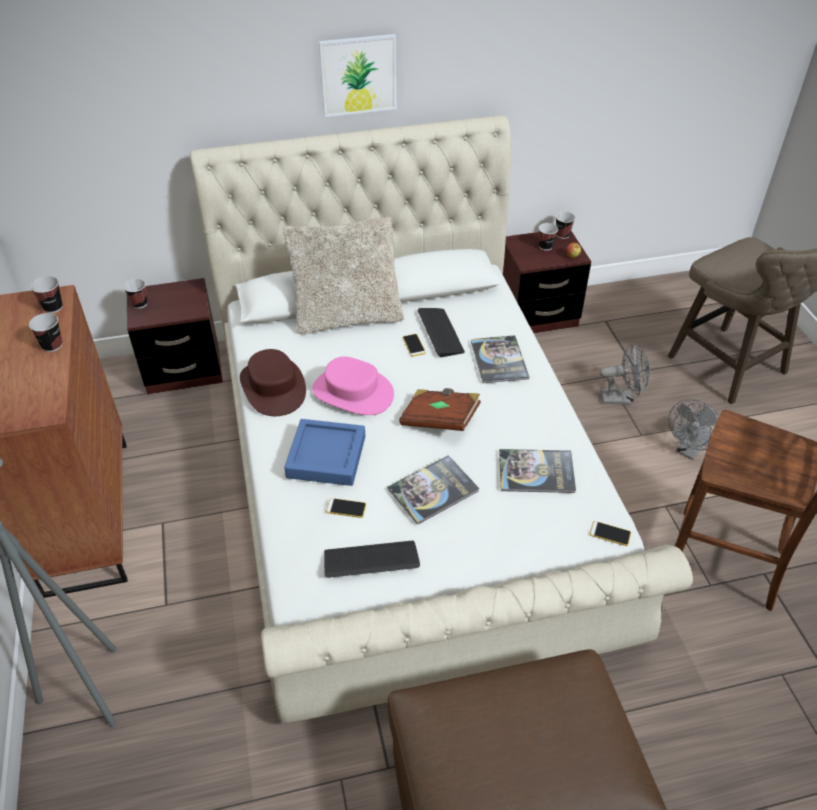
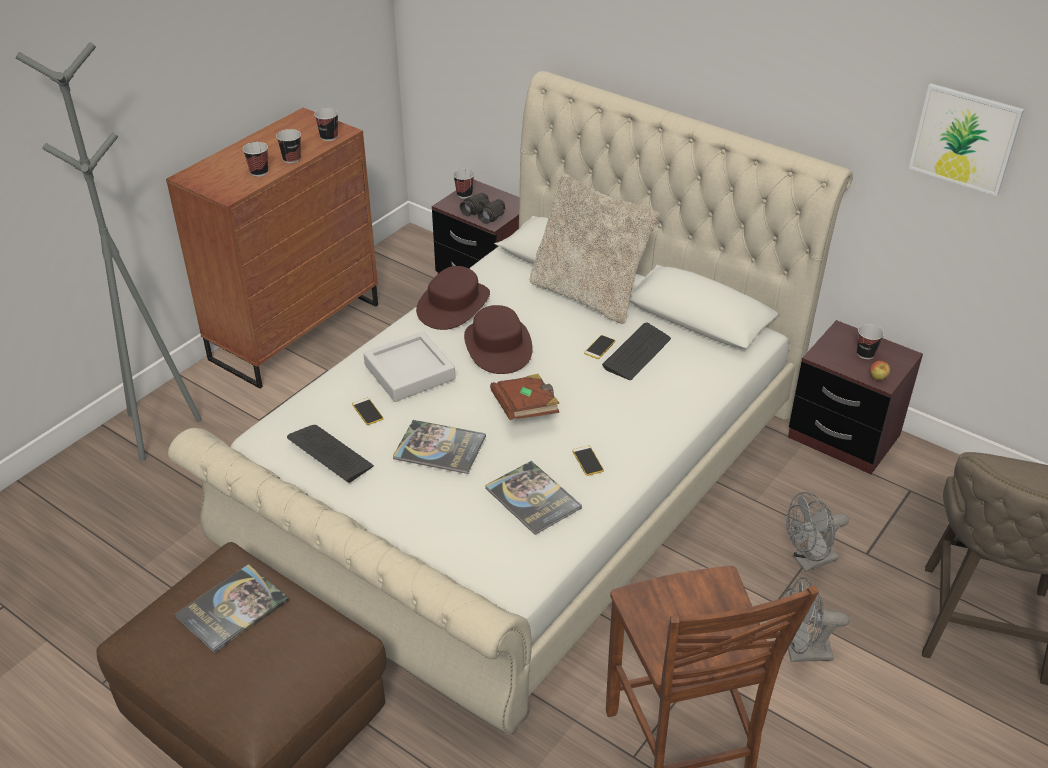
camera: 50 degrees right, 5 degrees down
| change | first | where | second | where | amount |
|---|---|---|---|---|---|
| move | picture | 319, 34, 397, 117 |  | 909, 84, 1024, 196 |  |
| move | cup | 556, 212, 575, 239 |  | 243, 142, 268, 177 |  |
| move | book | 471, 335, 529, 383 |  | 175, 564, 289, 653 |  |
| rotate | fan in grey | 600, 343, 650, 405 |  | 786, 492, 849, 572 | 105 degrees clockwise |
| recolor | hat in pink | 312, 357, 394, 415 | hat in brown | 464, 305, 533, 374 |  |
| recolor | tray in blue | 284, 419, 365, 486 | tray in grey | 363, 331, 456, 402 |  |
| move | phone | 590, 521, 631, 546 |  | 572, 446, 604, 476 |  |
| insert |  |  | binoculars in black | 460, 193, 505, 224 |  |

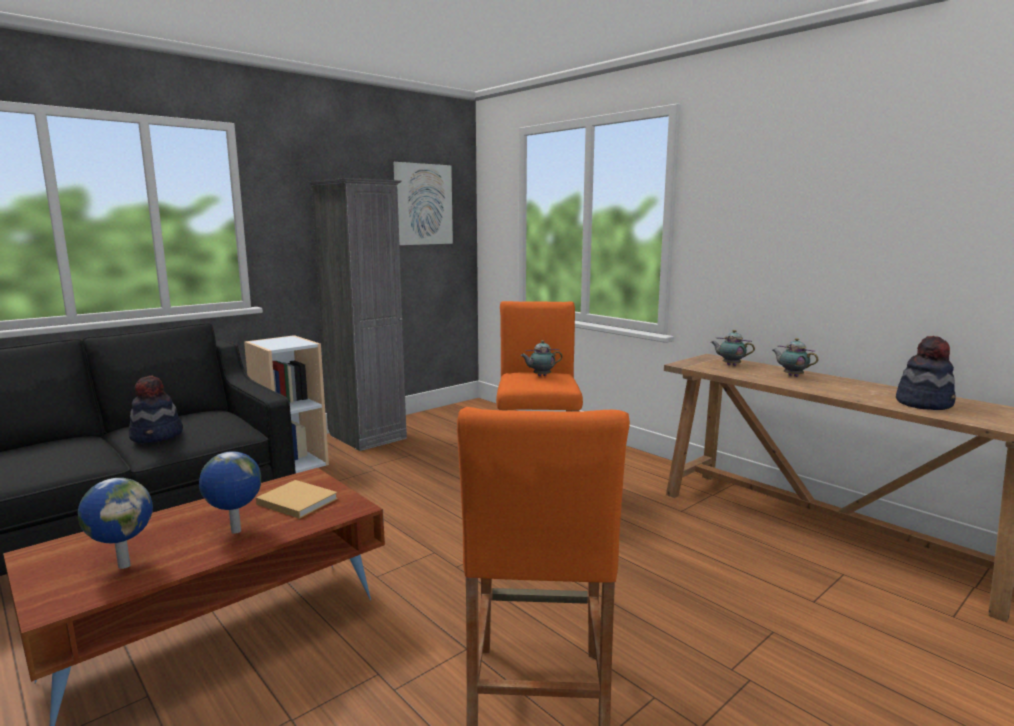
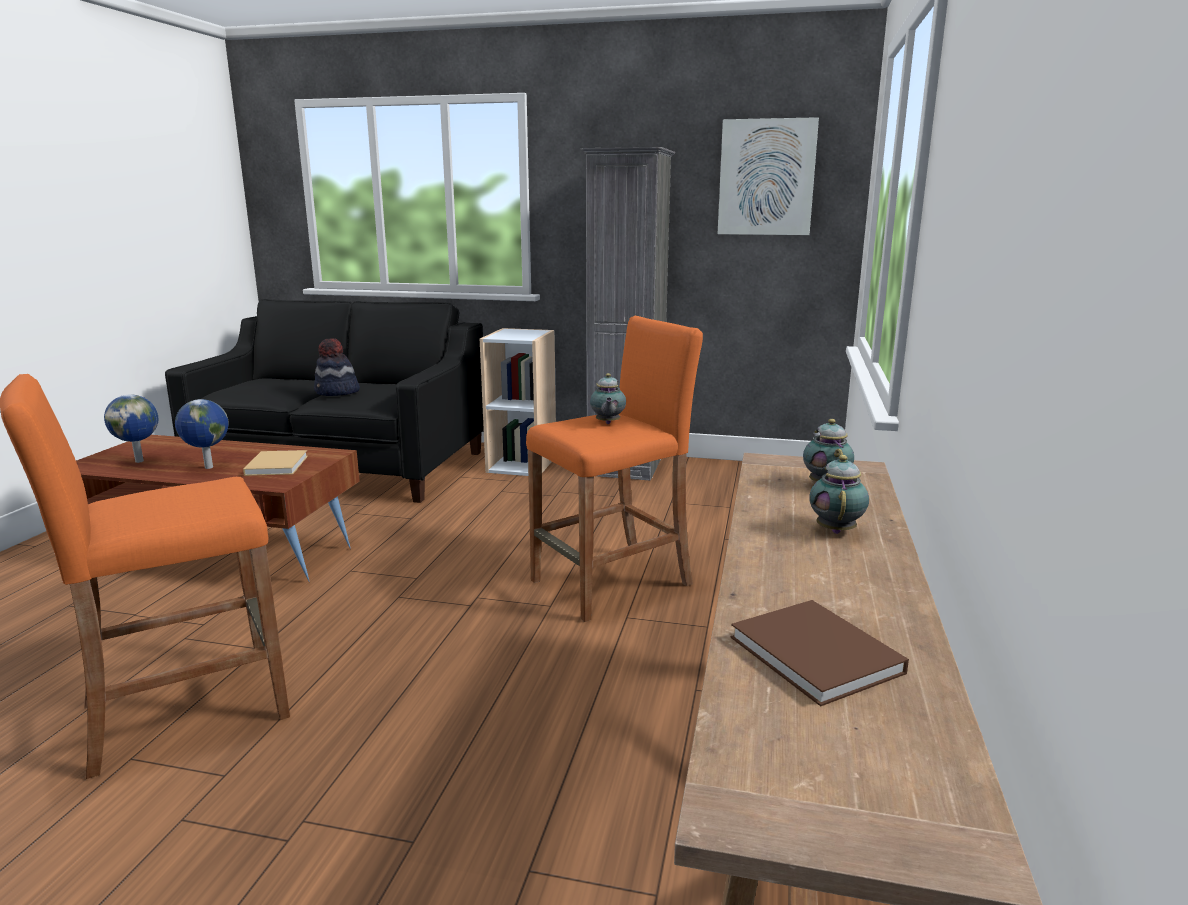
camera: 55 degrees right, 5 degrees up
| change | first | where | second | where | amount |
|---|---|---|---|---|---|
| replace | hat | 896, 336, 956, 410 | book in brown | 731, 600, 909, 707 |  |
| rotate | teapot | 520, 340, 563, 376 |  | 590, 373, 626, 424 | 135 degrees counterclockwise |

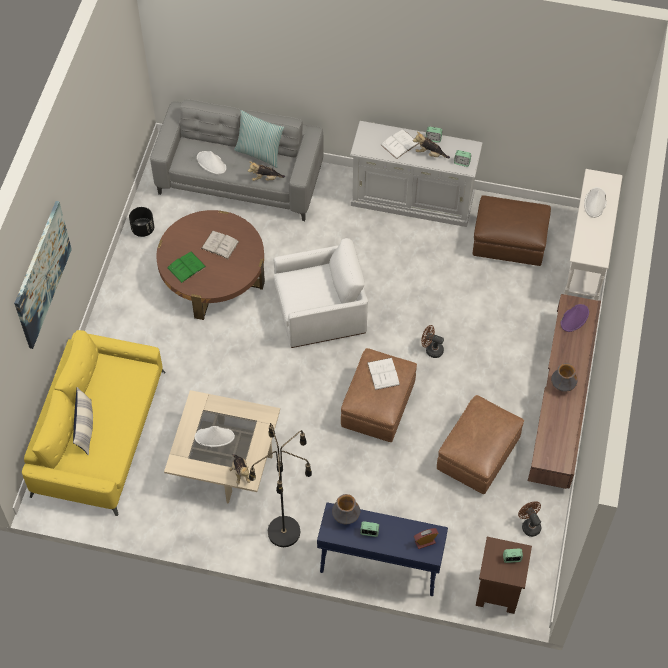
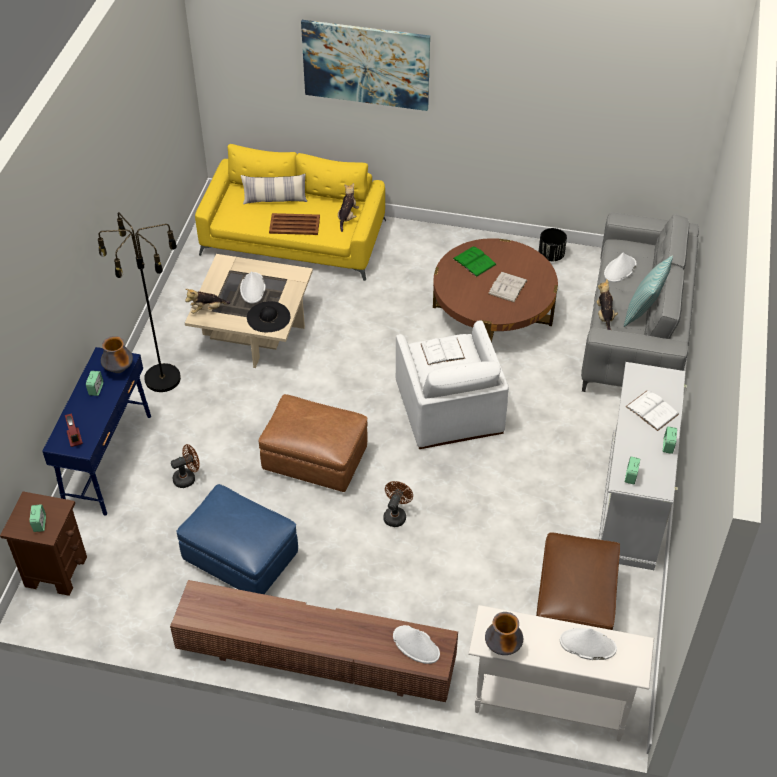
camera: 90 degrees right, 10 degrees down
| change | first | where | second | where | amount |
|---|---|---|---|---|---|
| move | plush toy | 413, 132, 450, 158 |  | 338, 183, 359, 232 |  |
| recolor | hat in purple | 561, 304, 589, 332 | hat in white | 393, 625, 440, 664 |  |
| move | book in white | 367, 358, 400, 390 |  | 421, 337, 465, 365 |  |
| move | vase | 551, 363, 577, 392 |  | 485, 612, 523, 655 |  |
| recolor | ottoman in brown | 437, 395, 524, 494 | ottoman in blue | 177, 484, 298, 594 |  |
| move | fan in brown | 518, 501, 541, 537 |  | 171, 444, 200, 488 |  |
| insert |  |  | tray in brown | 269, 213, 320, 235 |  |
| insert |  |  | hat in black | 247, 301, 290, 332 |  |

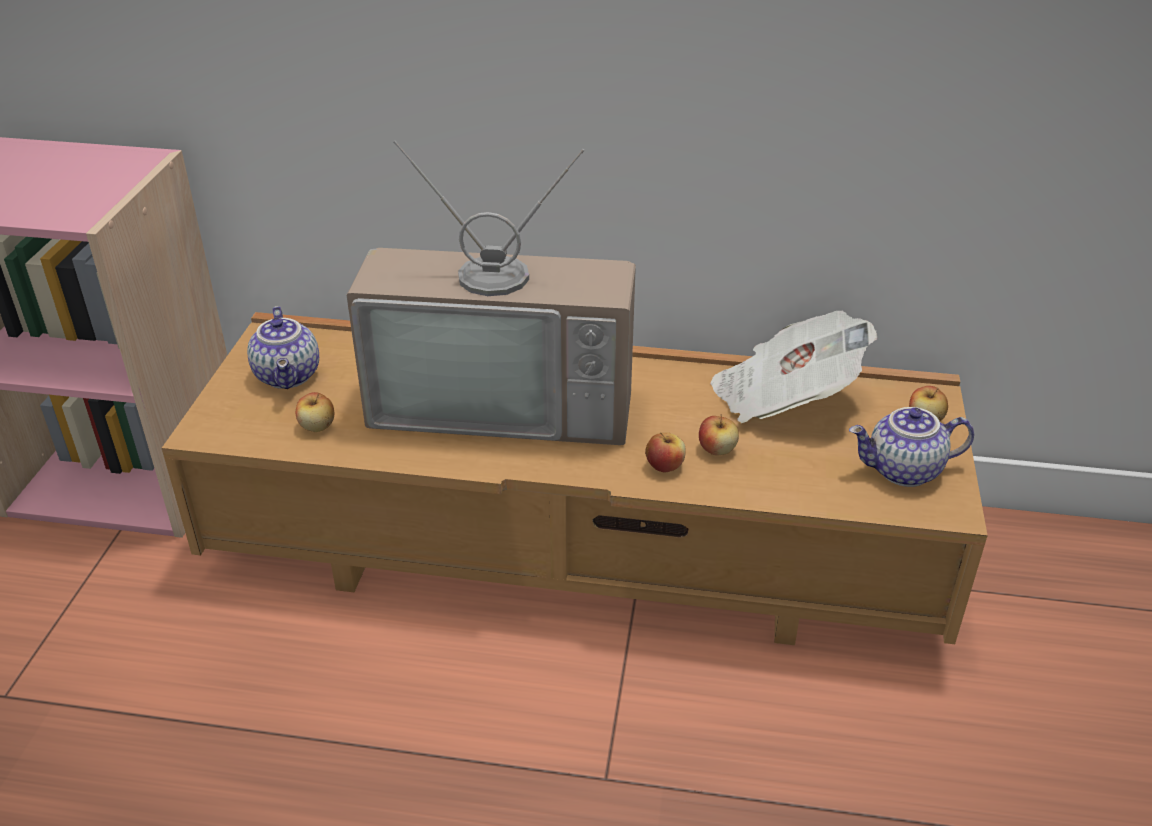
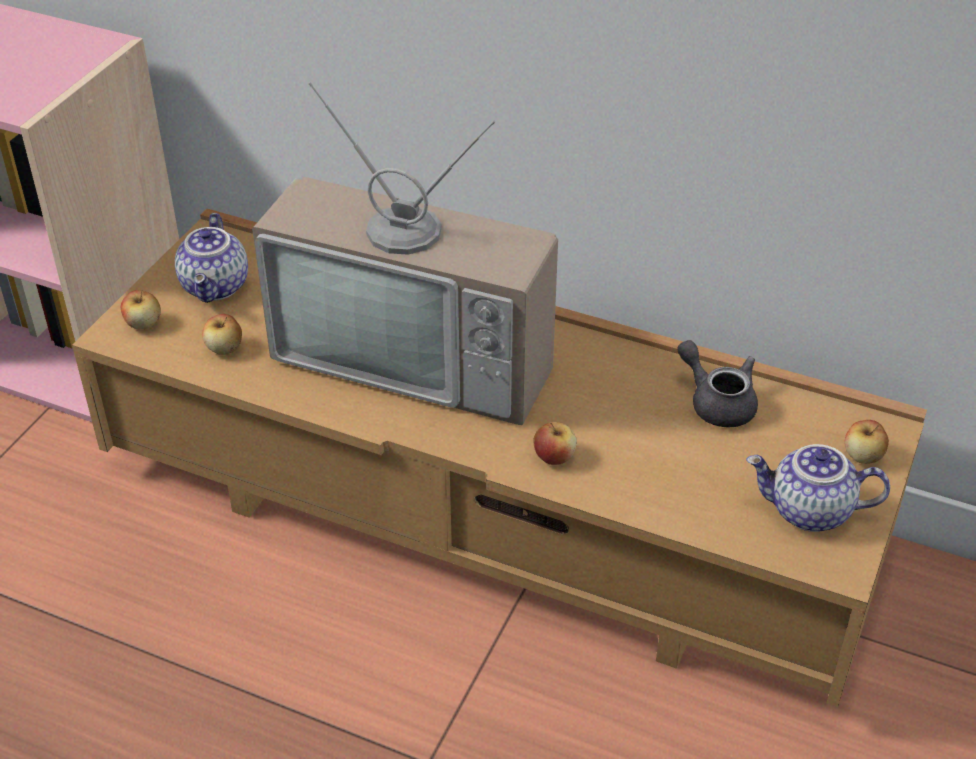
camera: 15 degrees right, 5 degrees up
| change | first | where | second | where | amount |
|---|---|---|---|---|---|
| replace | newspaper | 710, 310, 877, 423 | teapot in grey | 677, 340, 758, 427 |  |
| move | apple | 699, 415, 739, 455 |  | 121, 290, 161, 329 |  |

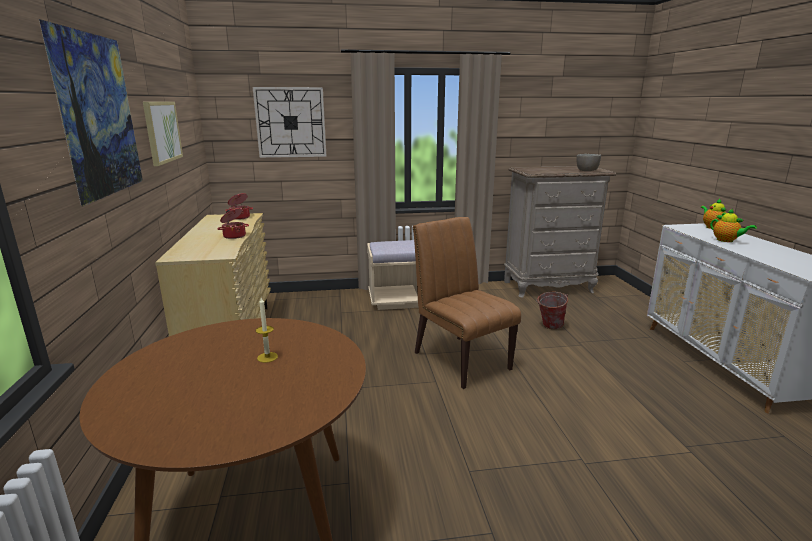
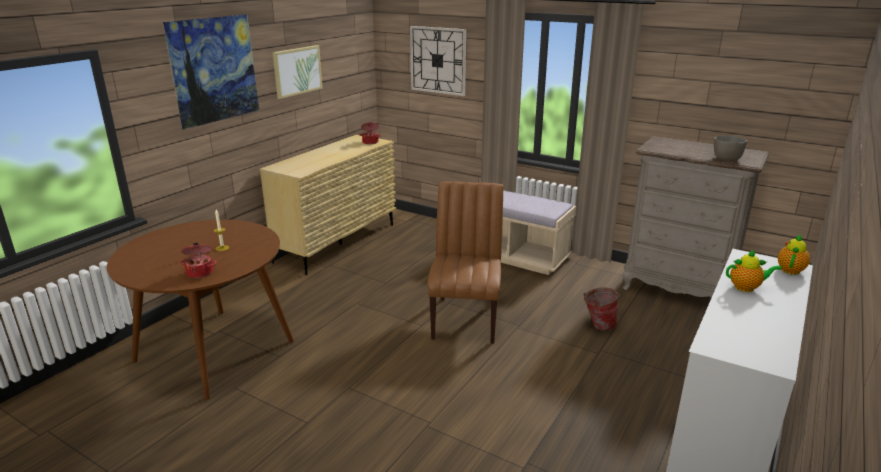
camera: 40 degrees right, 5 degrees up
| change | first | where | second | where | amount |
|---|---|---|---|---|---|
| move | cooking pot | 217, 208, 249, 239 |  | 180, 242, 217, 278 |  |
| rotate | teapot | 710, 209, 757, 242 |  | 726, 250, 782, 292 | 90 degrees counterclockwise |

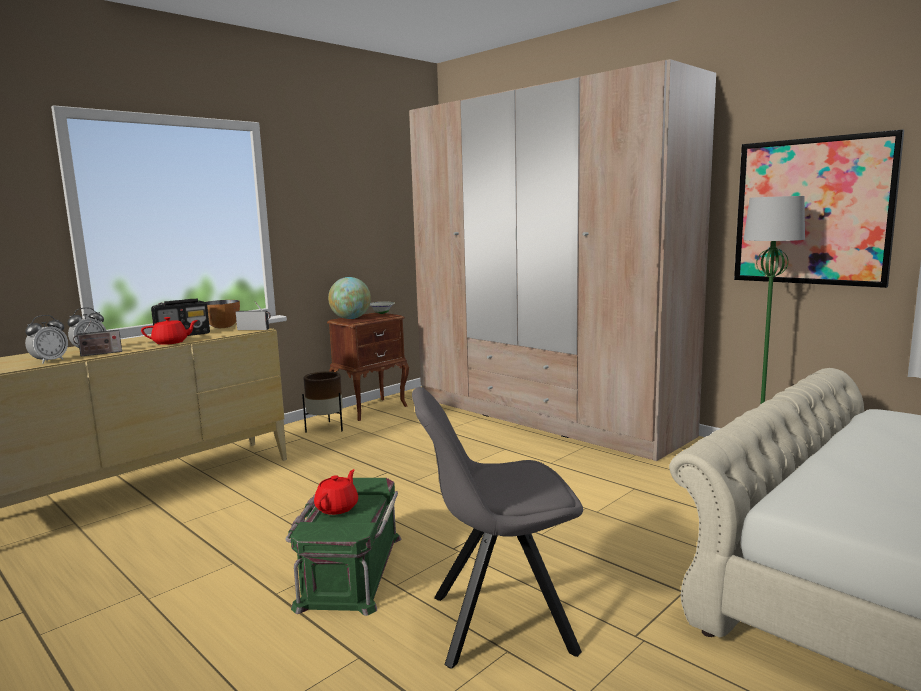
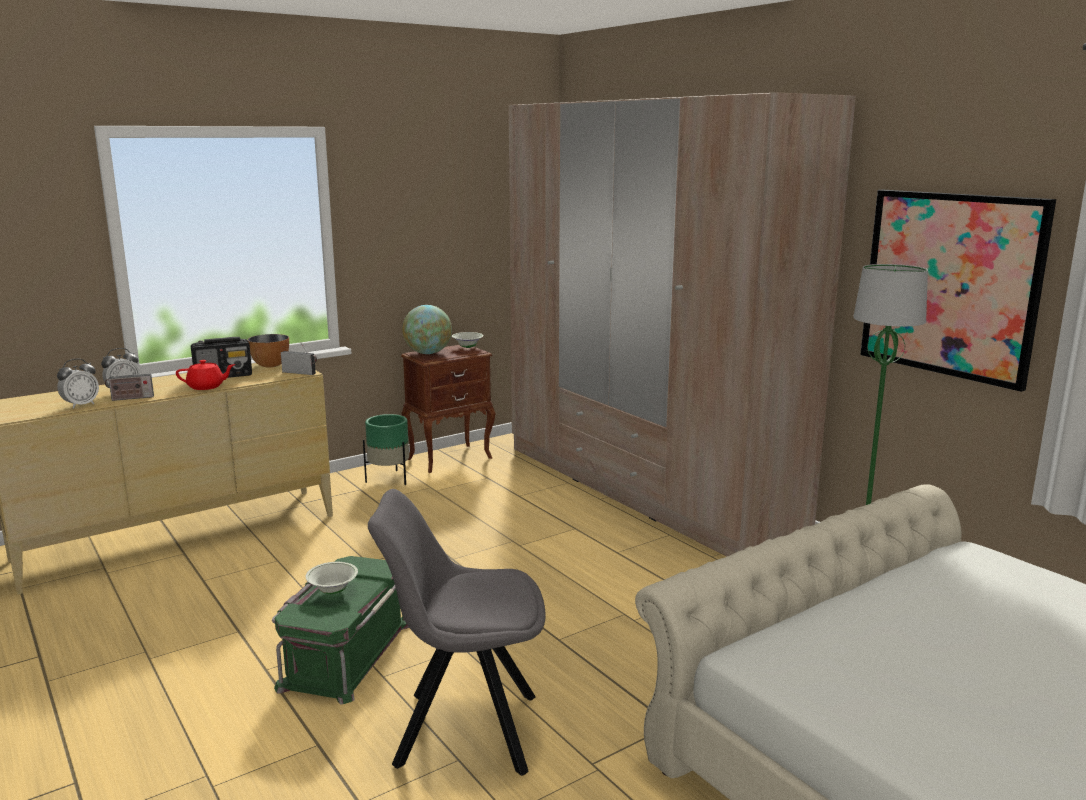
camera: 10 degrees right, 5 degrees up
| change | first | where | second | where | amount |
|---|---|---|---|---|---|
| recolor | planter in brown | 302, 371, 343, 433 | planter in green | 363, 414, 409, 485 |  |
| replace | teapot in red | 314, 469, 358, 515 | bowl in white | 306, 562, 358, 594 |  |

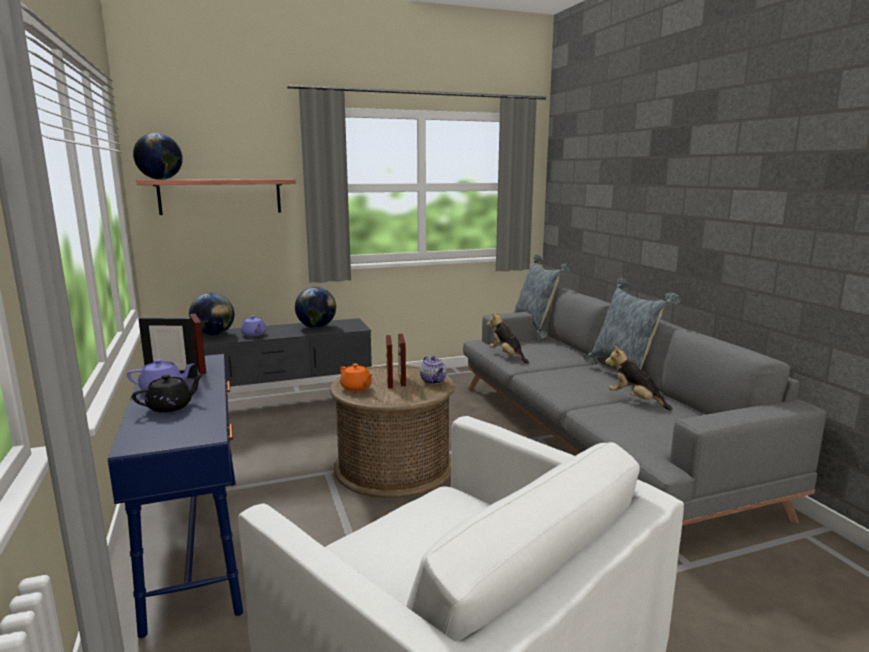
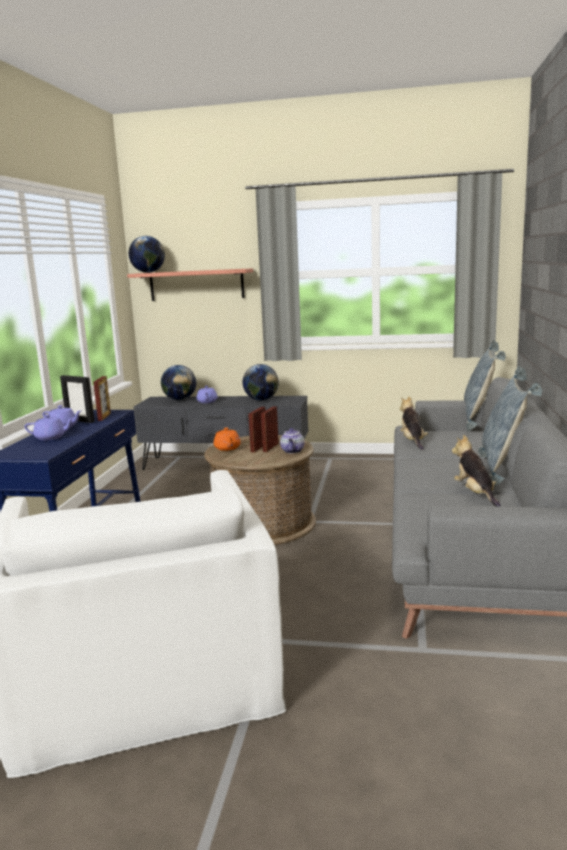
camera: 30 degrees right, 0 degrees up
| change | first | where | second | where | amount |
|---|---|---|---|---|---|
| recolor | teapot in black | 132, 374, 204, 413 | teapot in purple | 24, 415, 73, 440 |  |

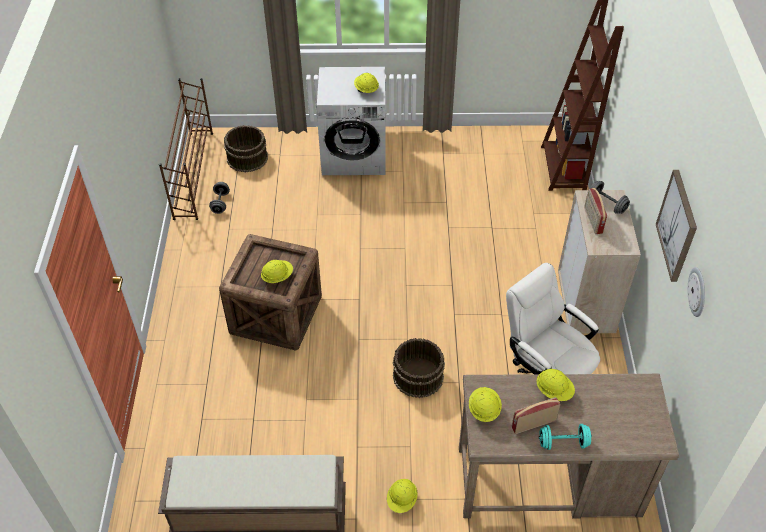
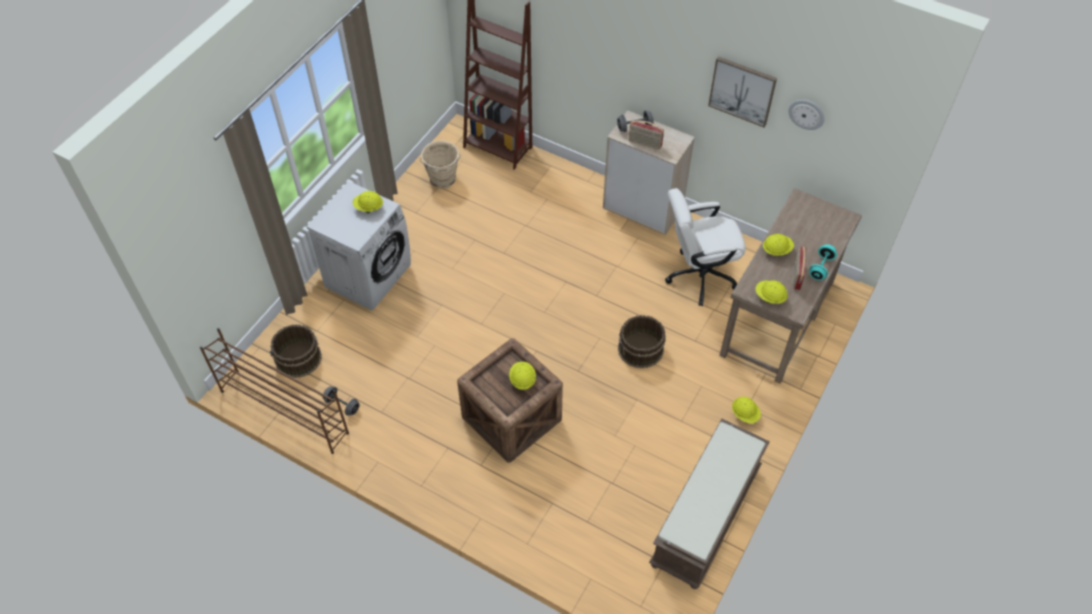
camera: 60 degrees left, 5 degrees up
| change | first | where | second | where | amount |
|---|---|---|---|---|---|
| insert |  |  | bucket in beige | 420, 141, 461, 188 |  |

